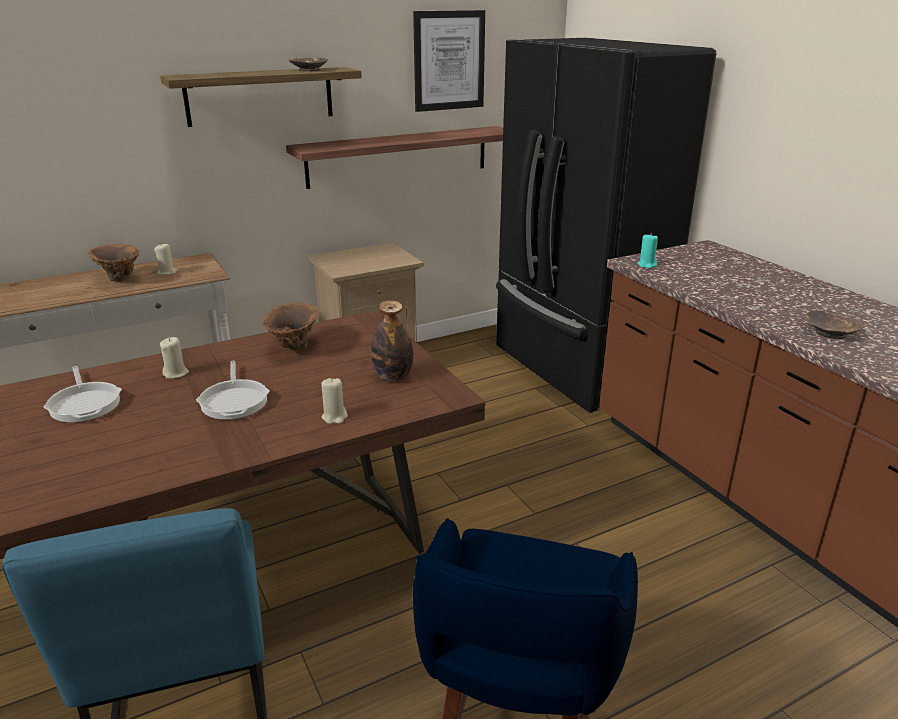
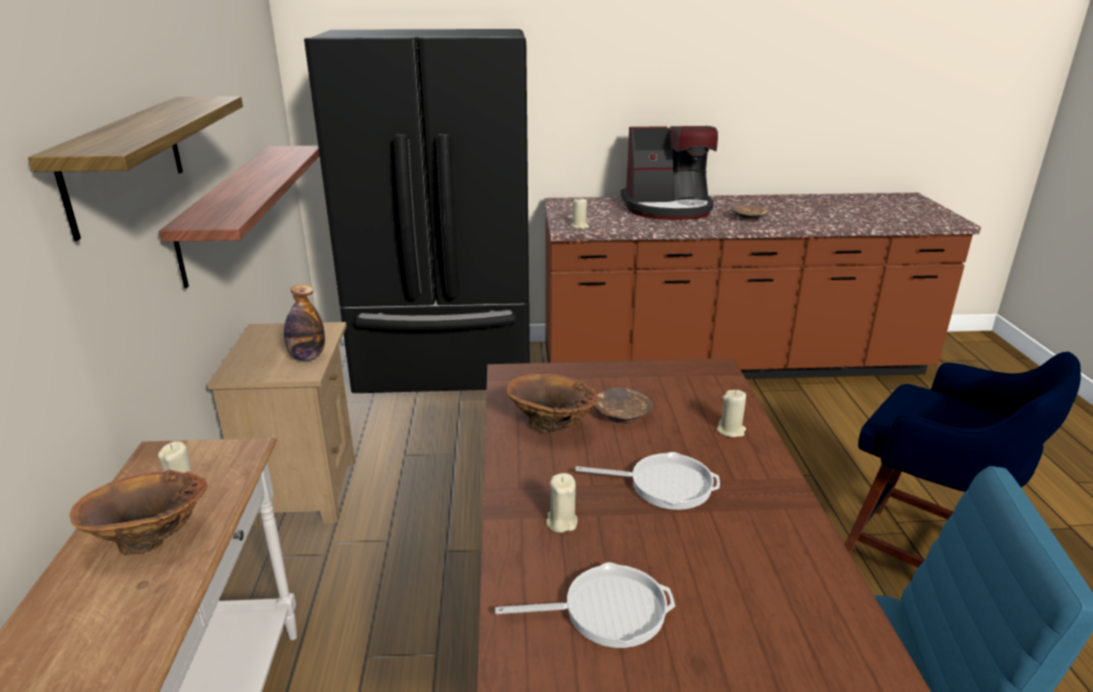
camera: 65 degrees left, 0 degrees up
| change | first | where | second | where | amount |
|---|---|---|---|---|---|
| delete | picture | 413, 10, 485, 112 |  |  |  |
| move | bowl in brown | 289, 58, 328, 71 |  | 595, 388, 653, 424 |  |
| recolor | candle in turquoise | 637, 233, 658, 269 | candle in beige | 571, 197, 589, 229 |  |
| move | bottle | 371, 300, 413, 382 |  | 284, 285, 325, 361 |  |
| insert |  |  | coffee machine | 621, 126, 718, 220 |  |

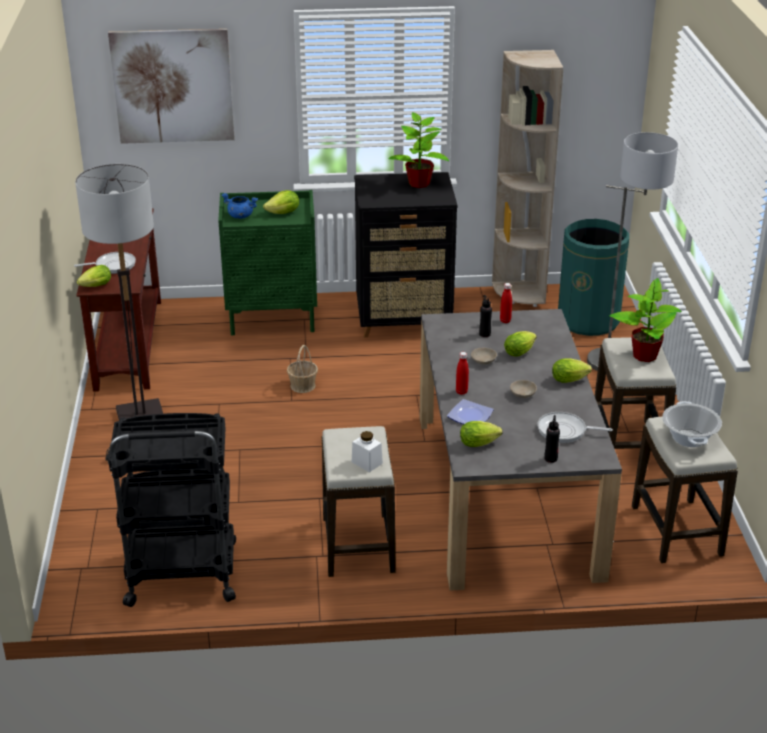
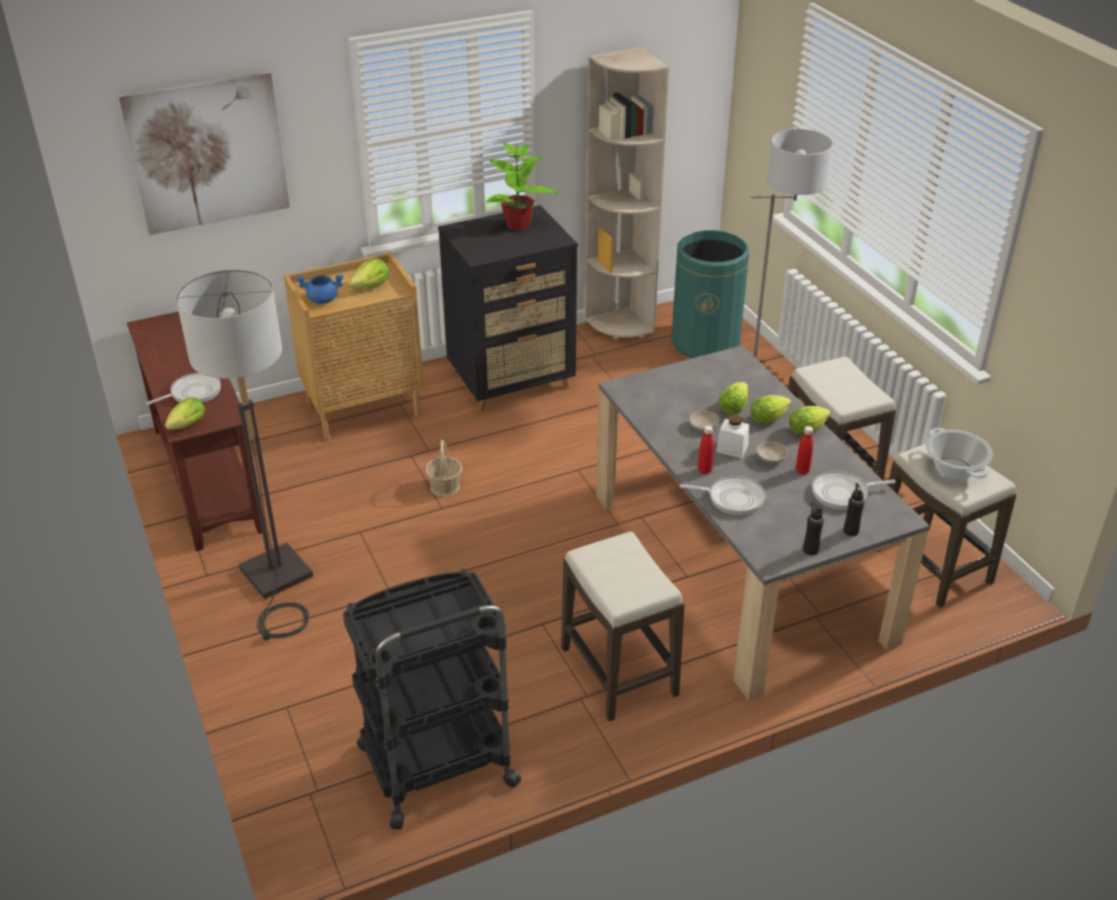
camera: 20 degrees left, 5 degrees up
| change | first | where | second | where | amount |
|---|---|---|---|---|---|
| recolor | cabinet in green | 218, 190, 317, 336 | cabinet in brown | 284, 252, 424, 441 |  |
| delete | potted plant | 609, 278, 682, 362 |  |  |  |
| move | bottle in red | 500, 283, 512, 323 |  | 796, 426, 813, 475 |  |
| move | bottle in black | 479, 295, 492, 337 |  | 803, 503, 824, 555 |  |
| replace | plate | 447, 399, 494, 424 | frying pan | 680, 476, 765, 515 |  |
| move | lettuce | 460, 421, 503, 447 |  | 751, 395, 791, 424 |  |
| move | jar in white | 352, 431, 383, 472 |  | 716, 415, 749, 458 |  |

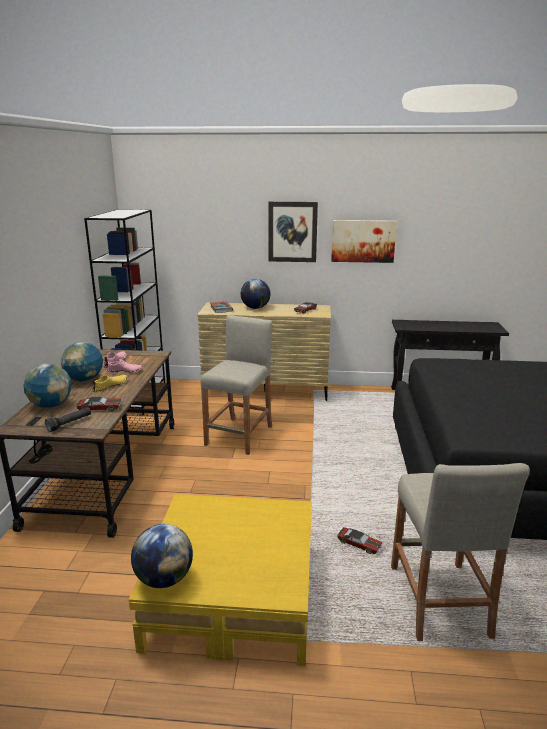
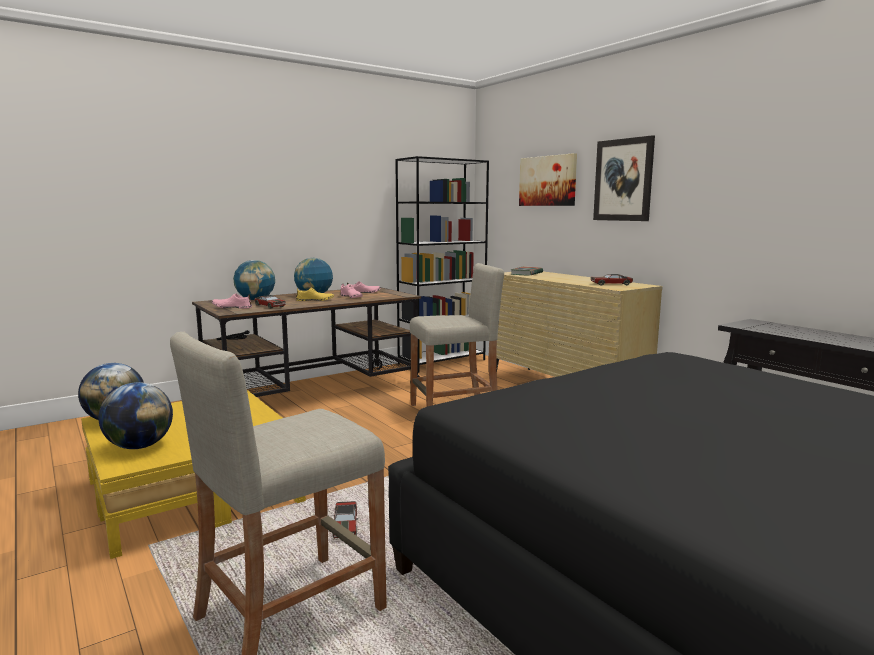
camera: 50 degrees right, 10 degrees down
| change | first | where | second | where | amount |
|---|---|---|---|---|---|
| move | picture | 331, 220, 397, 263 |  | 519, 153, 577, 206 |  |
| move | globe | 241, 279, 270, 309 |  | 99, 382, 173, 449 |  |
| replace | flashlight in black | 45, 407, 91, 432 | shoe in pink | 212, 293, 252, 309 |  |

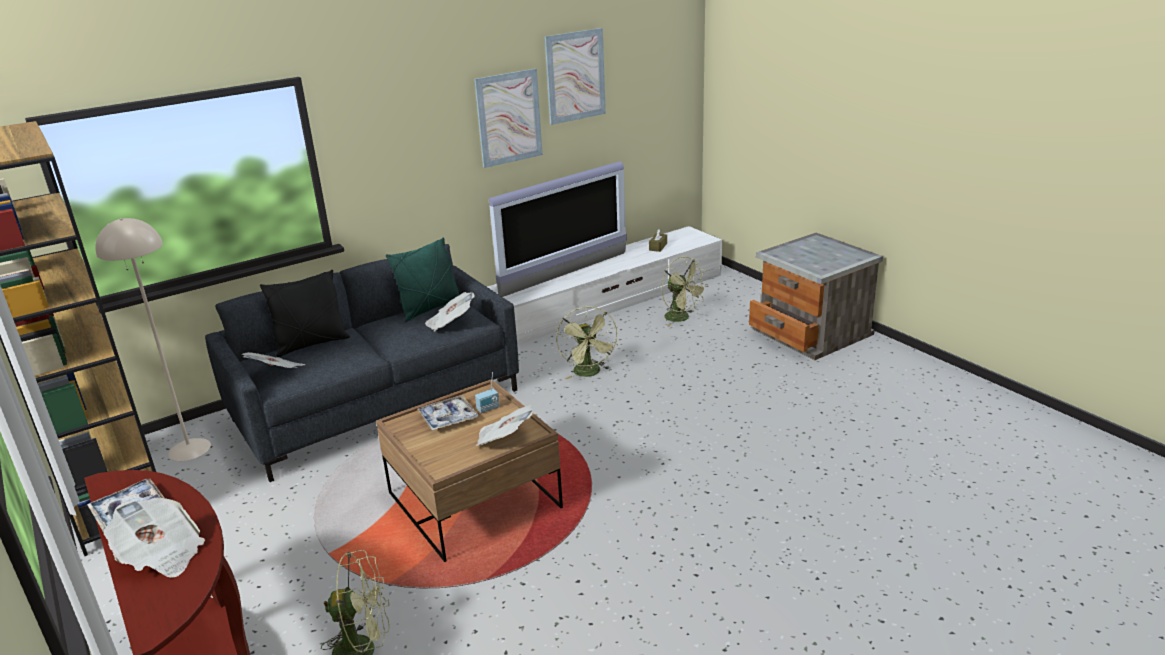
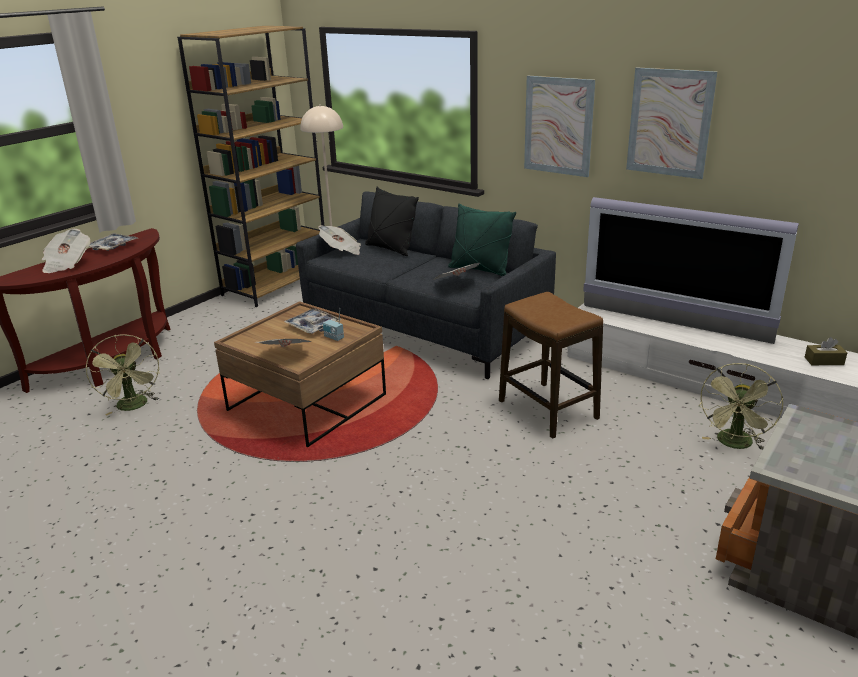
camera: 70 degrees right, 0 degrees up
| change | first | where | second | where | amount |
|---|---|---|---|---|---|
| move | picture | 544, 28, 606, 125 |  | 524, 76, 595, 177 |  |
| replace | fan in green | 556, 306, 618, 379 | stool | 499, 292, 603, 439 |  |

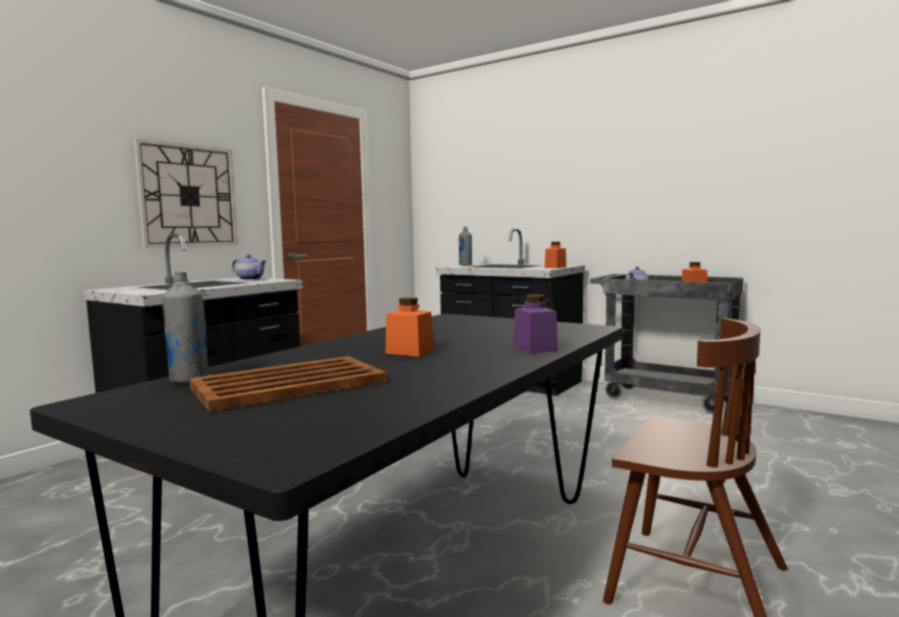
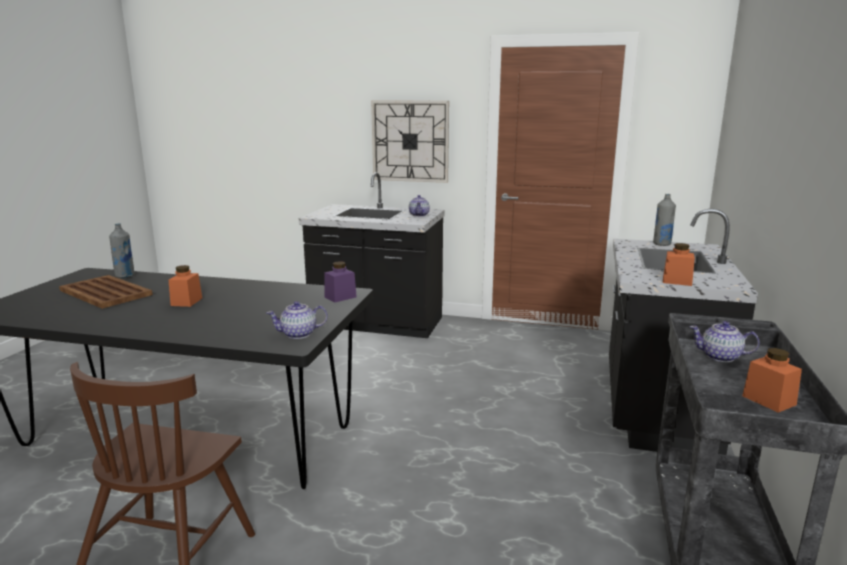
camera: 70 degrees right, 10 degrees up
| change | first | where | second | where | amount |
|---|---|---|---|---|---|
| move | jar in purple | 513, 295, 558, 354 |  | 325, 261, 357, 302 |  |
| insert |  |  | teapot | 267, 301, 328, 339 |  |

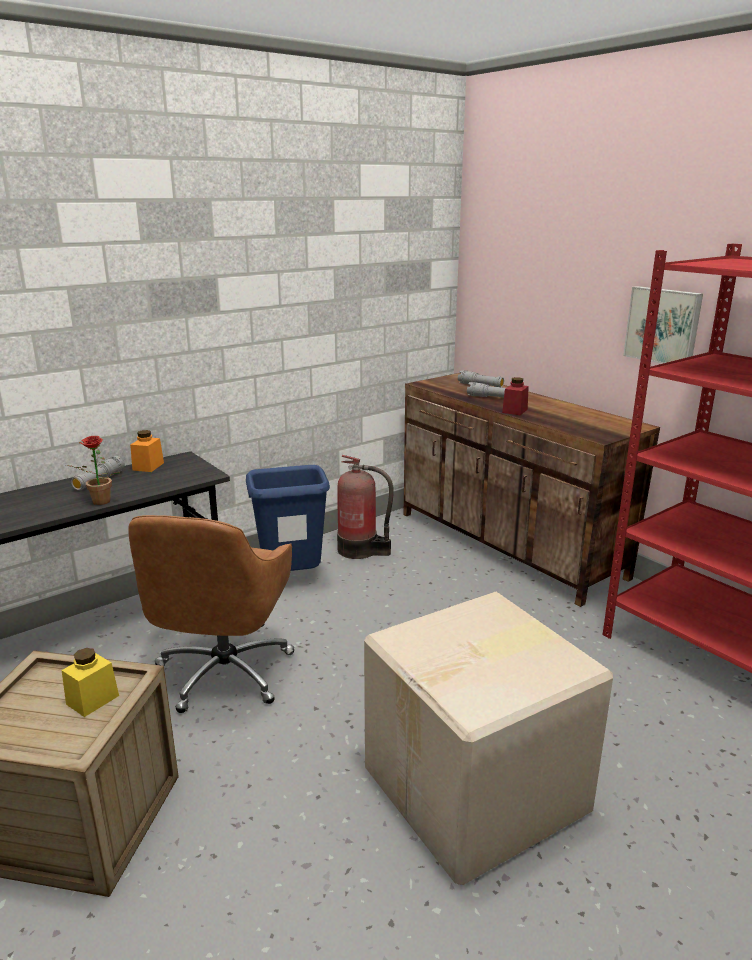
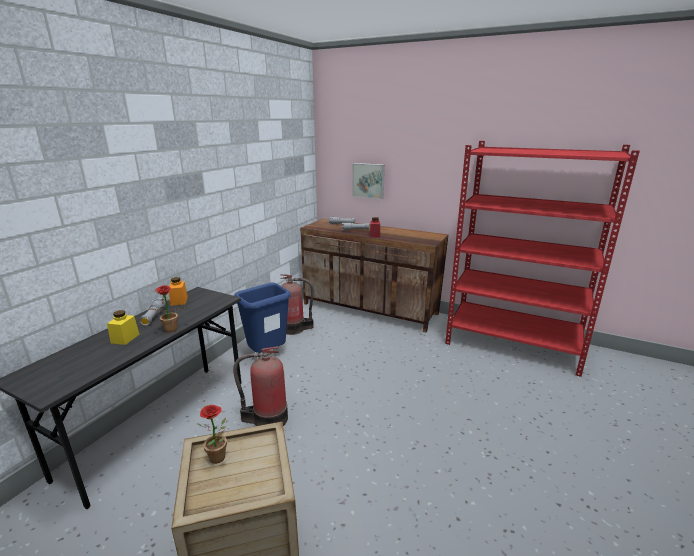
camera: 25 degrees left, 0 degrees up
| change | first | where | second | where | amount |
|---|---|---|---|---|---|
| move | picture | 623, 286, 703, 364 |  | 352, 163, 385, 199 |  |
| replace | office chair in brown | 128, 515, 294, 713 | fire extinguisher | 233, 346, 288, 426 |  |
| delete | cardboard box | 364, 592, 613, 885 |  |  |  |
| move | jar in yellow | 62, 648, 119, 717 |  | 107, 310, 139, 345 |  |
| insert |  |  | potted plant | 197, 405, 227, 464 |  |

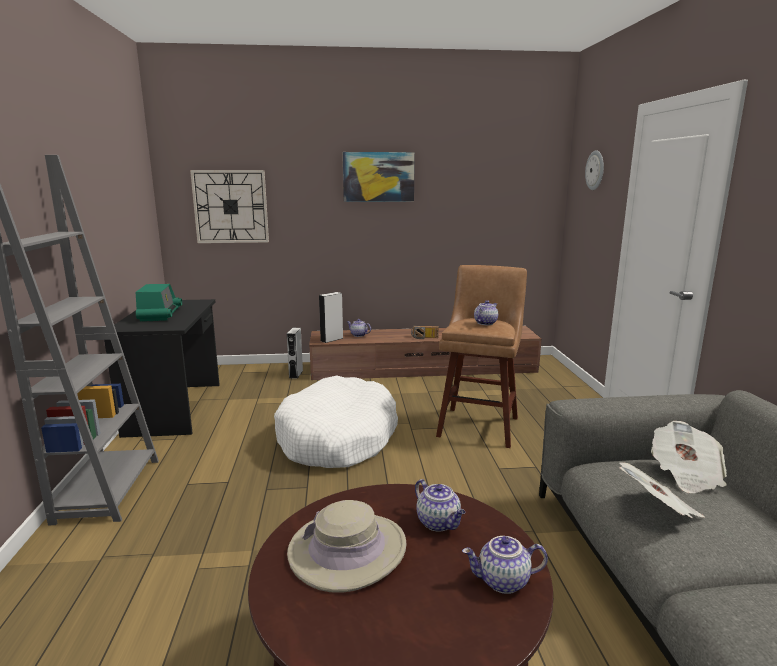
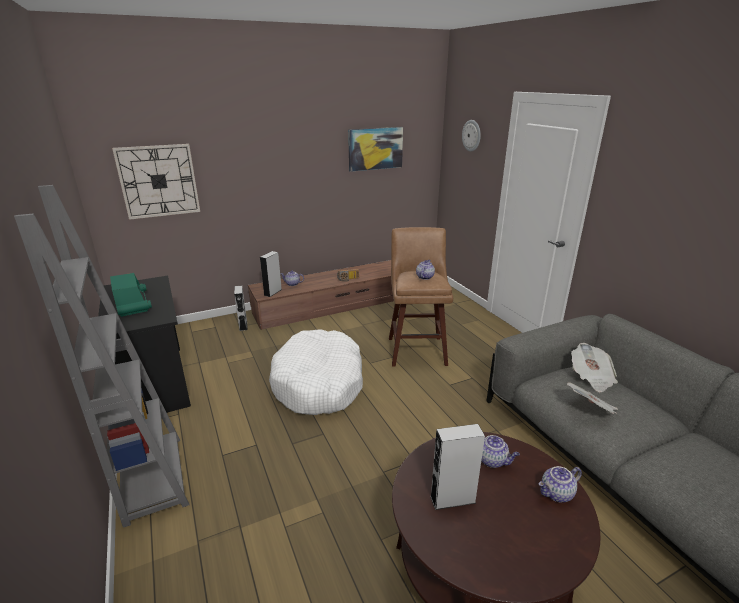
camera: 20 degrees left, 10 degrees up
| change | first | where | second | where | amount |
|---|---|---|---|---|---|
| move | picture | 343, 152, 415, 202 |  | 348, 127, 403, 172 |  |
| replace | hat in beige | 287, 500, 406, 593 | speaker in grey | 430, 424, 485, 510 |  |

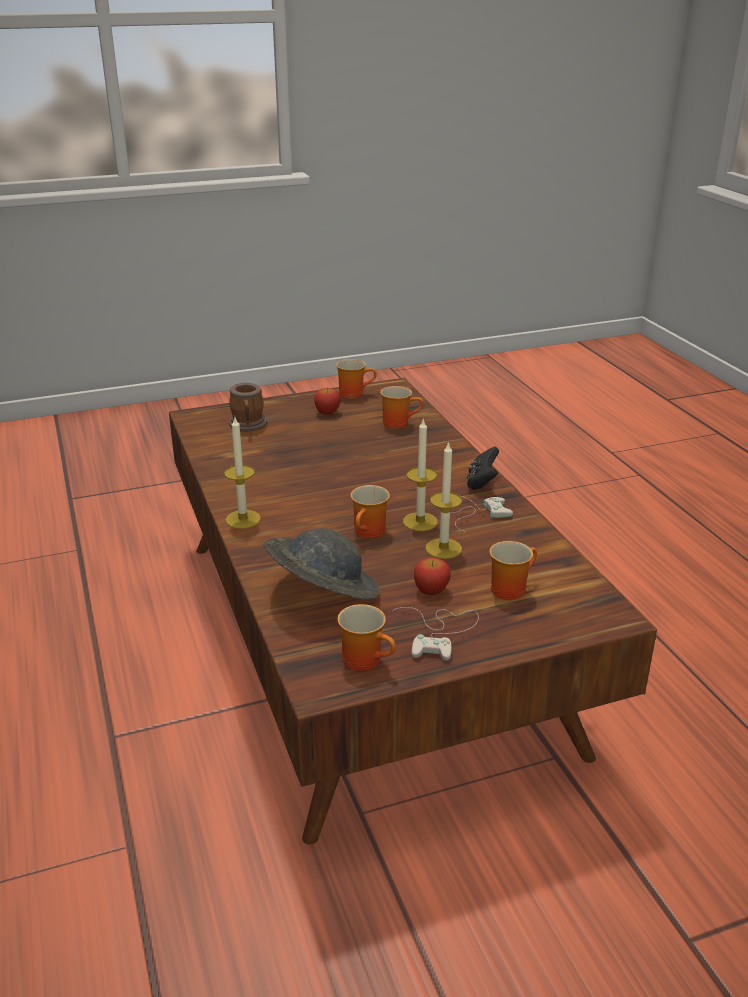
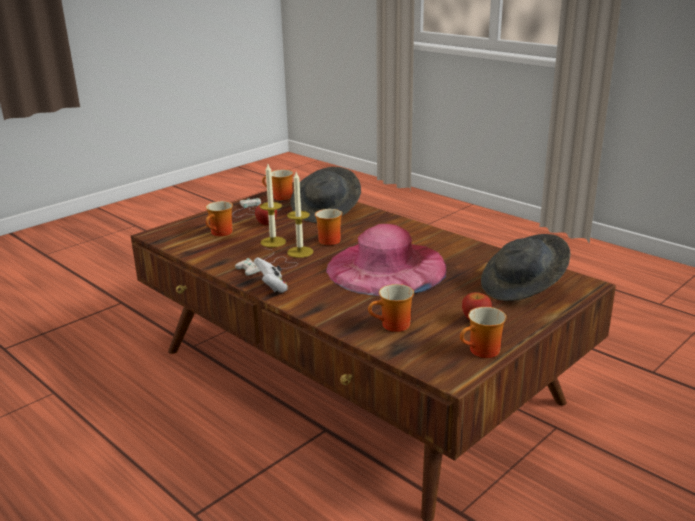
camera: 155 degrees right, 5 degrees down
| change | first | where | second | where | amount |
|---|---|---|---|---|---|
| replace | mug | 229, 383, 267, 431 | hat in grey | 481, 234, 570, 301 |  |
| delete | candle | 224, 418, 261, 529 |  |  |  |
| recolor | game controller in black | 467, 446, 499, 490 | game controller in white | 254, 257, 288, 293 |  |
| insert |  |  | hat in pink | 326, 224, 447, 296 |  |

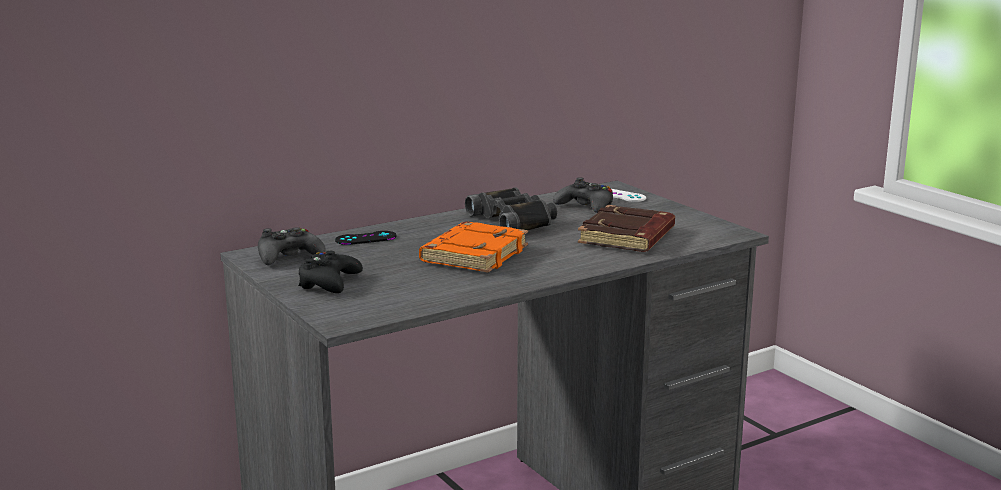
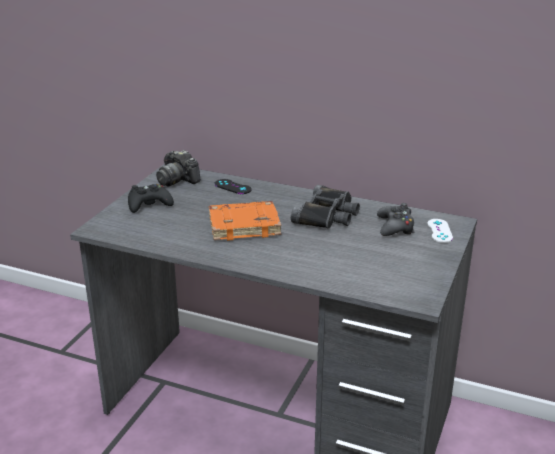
camera: 55 degrees right, 10 degrees up
| change | first | where | second | where | amount |
|---|---|---|---|---|---|
| delete | book in brown | 578, 205, 675, 252 |  |  |  |
| replace | game controller in black | 258, 227, 326, 265 | photo camera | 156, 150, 201, 187 |  |

